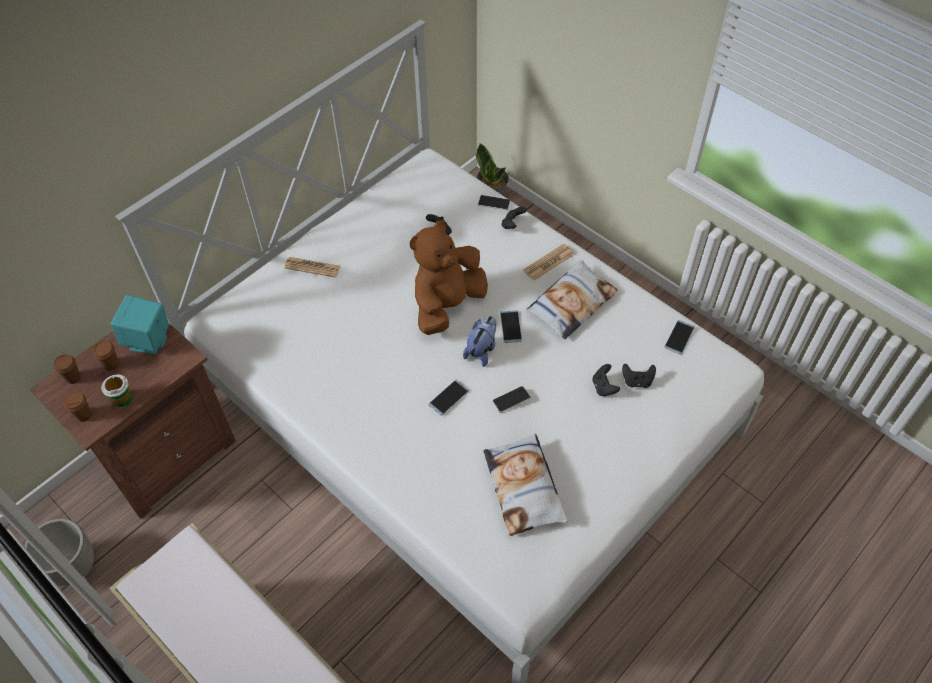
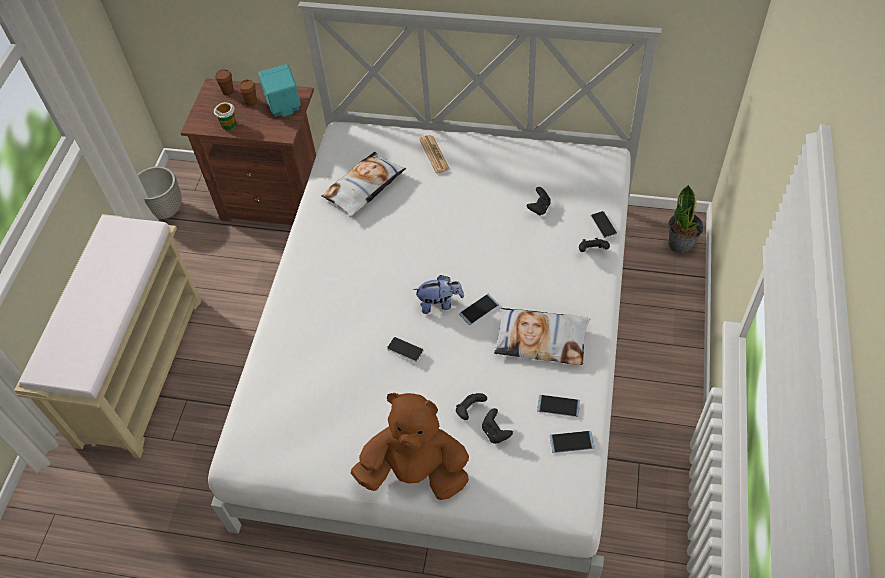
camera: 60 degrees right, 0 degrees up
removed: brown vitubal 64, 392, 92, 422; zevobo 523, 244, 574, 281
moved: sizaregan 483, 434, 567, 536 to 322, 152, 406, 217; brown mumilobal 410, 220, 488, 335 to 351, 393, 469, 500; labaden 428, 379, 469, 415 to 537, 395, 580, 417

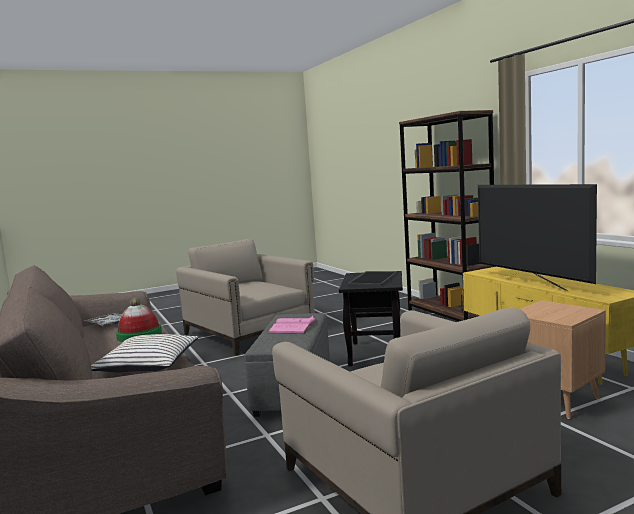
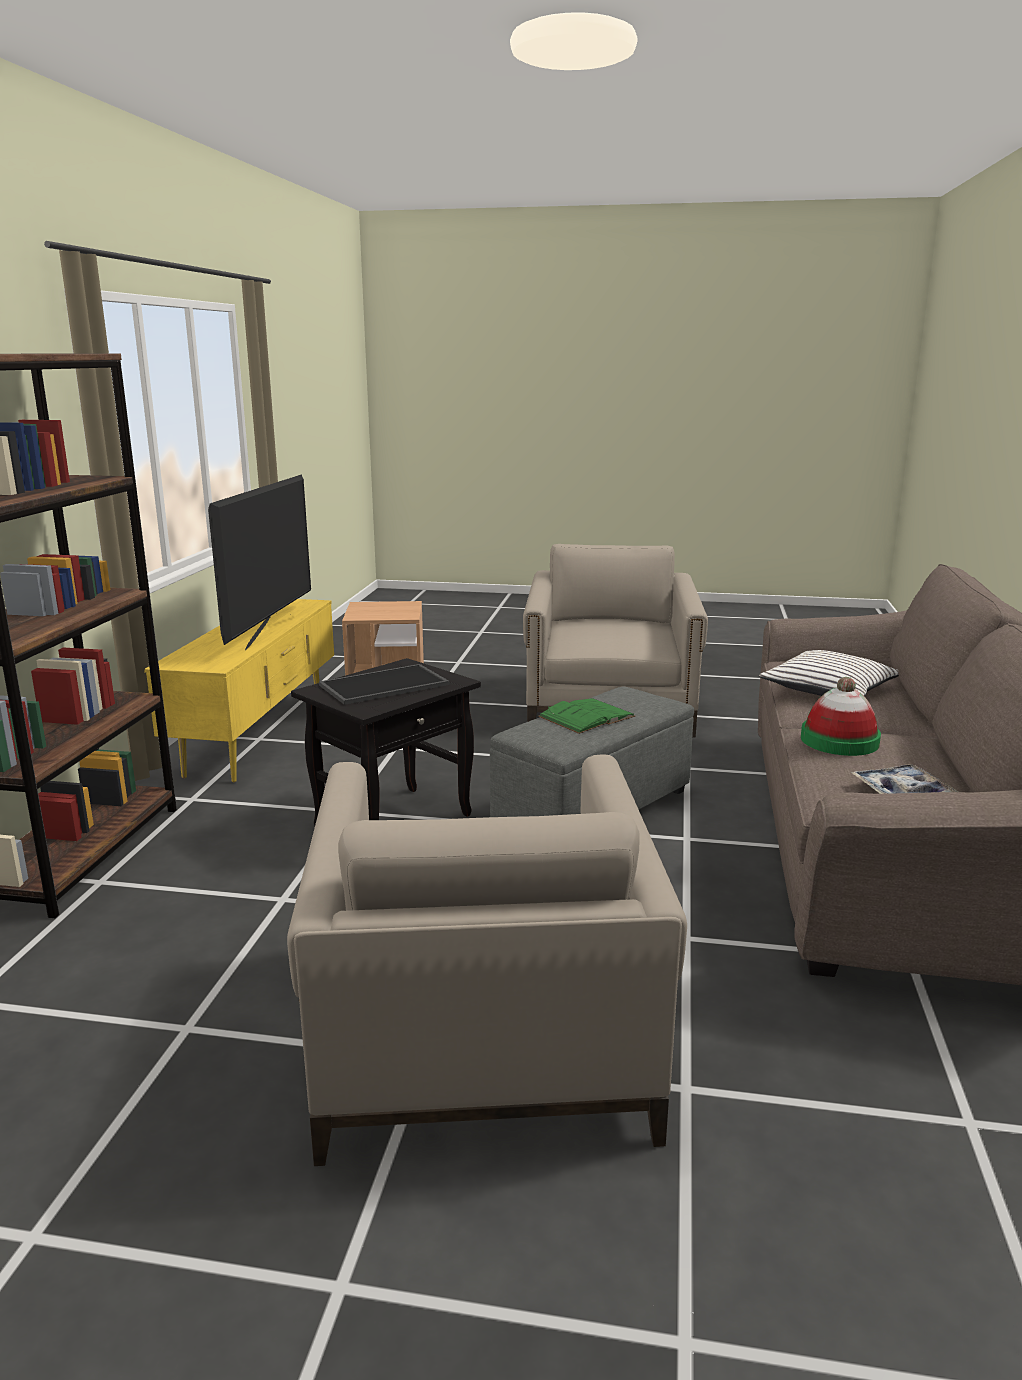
camera: 145 degrees left, 10 degrees up
recoloured: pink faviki 268, 316, 317, 334 to green faviki 538, 698, 635, 734

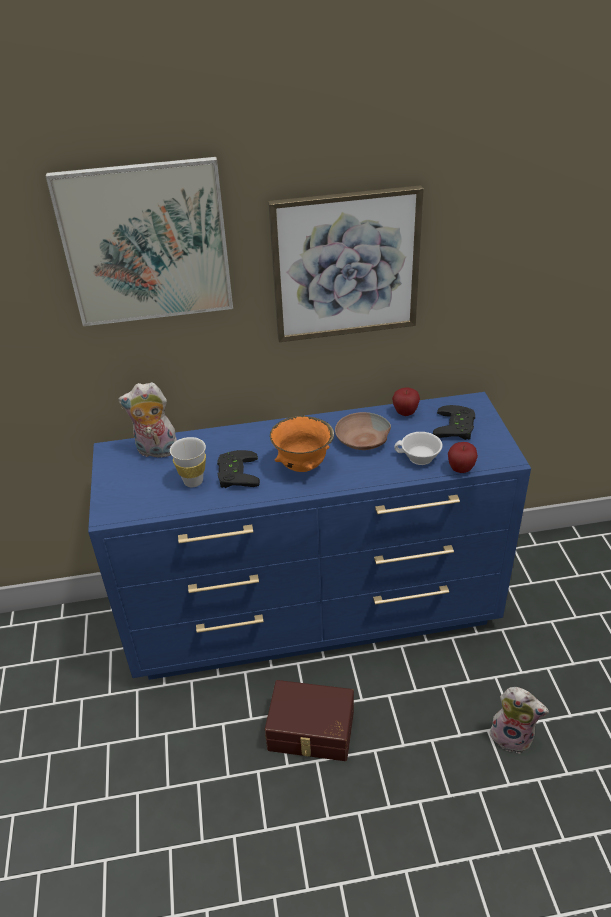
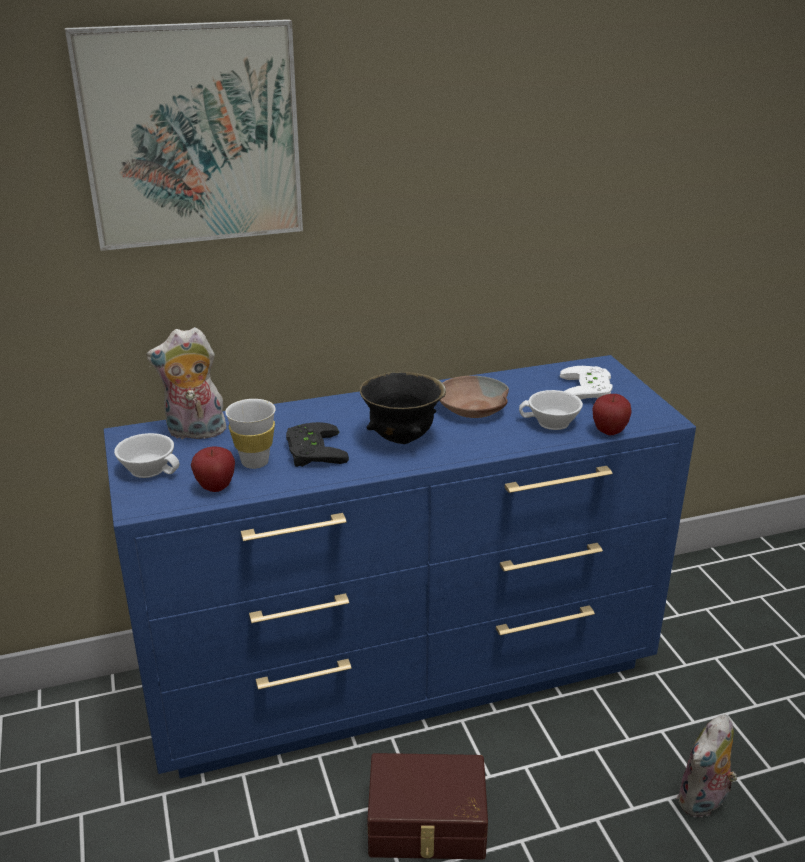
camera: 10 degrees left, 10 degrees down
removed: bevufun 268, 185, 424, 342
added: white vitubal 114, 433, 179, 478
moved: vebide 392, 387, 420, 416 to 191, 446, 235, 492
recoloured: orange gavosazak 270, 416, 334, 472 to black gavosazak 359, 372, 446, 444; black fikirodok 433, 405, 475, 440 to white fikirodok 560, 366, 613, 400
turned: mumilobal 488, 687, 549, 754 = 676, 714, 737, 819 120 degrees clockwise

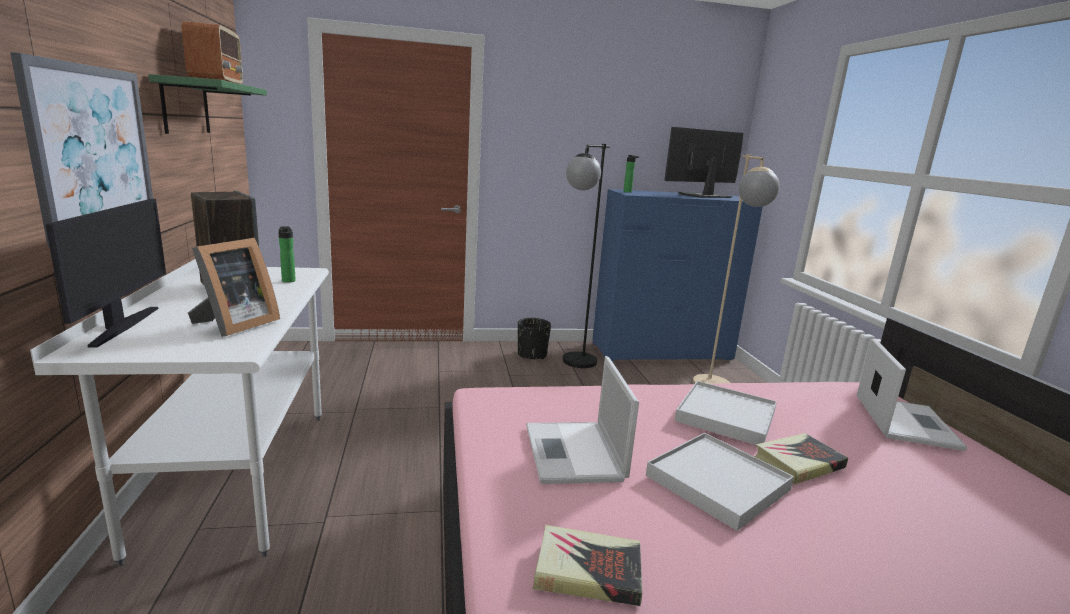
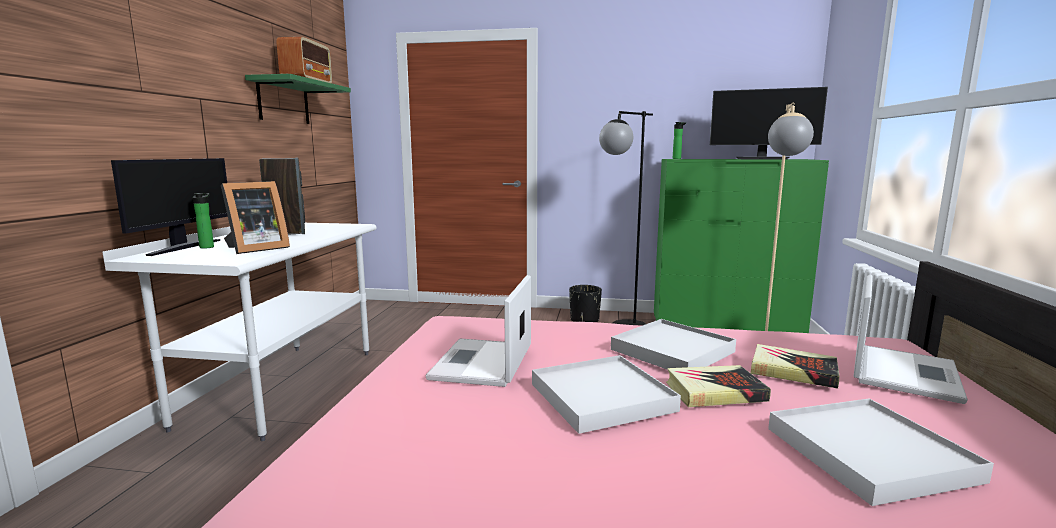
camera: 20 degrees right, 5 degrees down
removed: bevufun 10, 52, 153, 247
added: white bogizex 768, 398, 994, 506
moved: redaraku 278, 226, 296, 283 to 193, 193, 214, 249; faviki 533, 525, 642, 606 to 750, 344, 840, 389
recoloured: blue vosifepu 592, 189, 763, 361 to green vosifepu 654, 159, 829, 333
turned: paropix 664, 127, 743, 198 = 710, 87, 828, 160 150 degrees counterclockwise

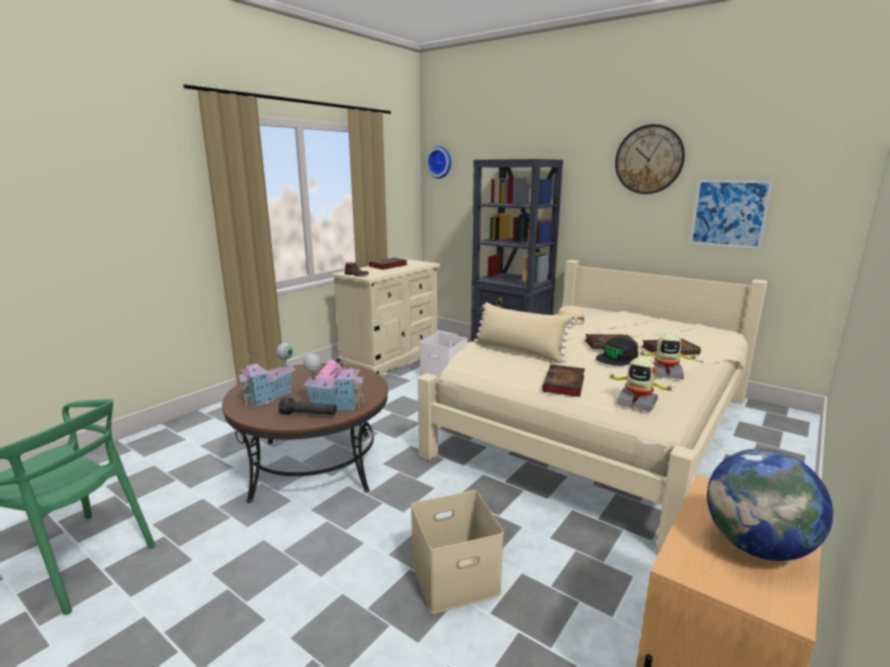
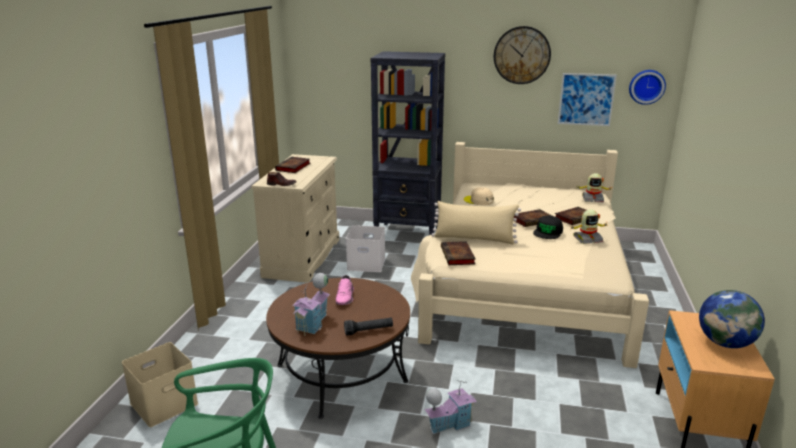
camera: 25 degrees left, 5 degrees up
moved: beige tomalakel 411, 490, 504, 614 to 122, 342, 198, 427; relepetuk 304, 351, 364, 410 to 425, 380, 477, 434; faviki 542, 364, 585, 397 to 441, 241, 475, 265; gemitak 609, 357, 673, 412 to 576, 173, 612, 202; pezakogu 426, 146, 451, 179 to 629, 70, 666, 105

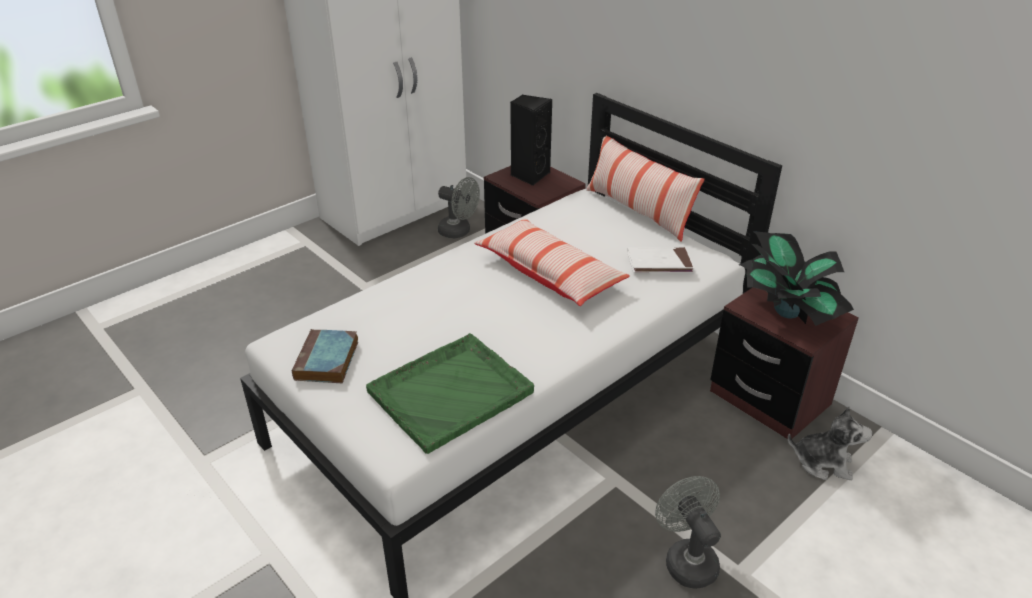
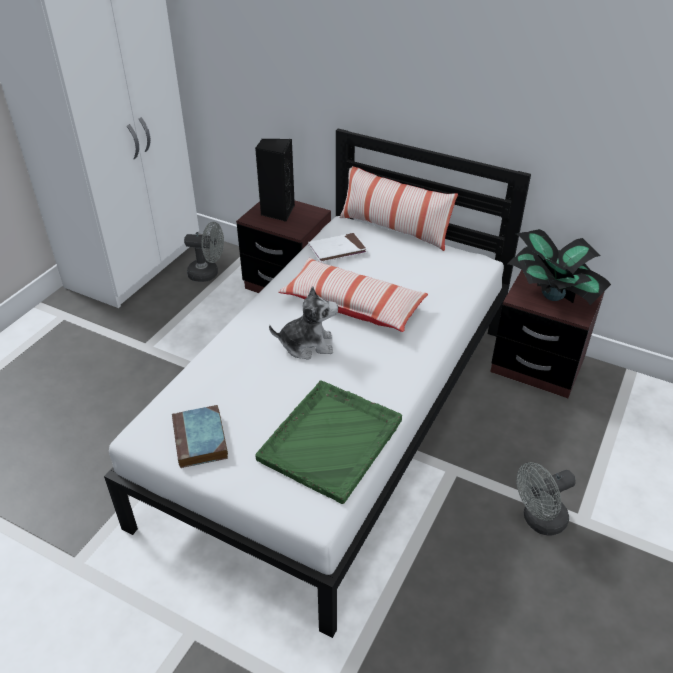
camera: 20 degrees left, 5 degrees up
moved: mumilobal 788, 406, 873, 480 to 269, 286, 338, 360; white faviki 627, 247, 694, 273 to 308, 233, 367, 262
turned: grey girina 655, 476, 721, 589 = 517, 462, 576, 536 75 degrees counterclockwise

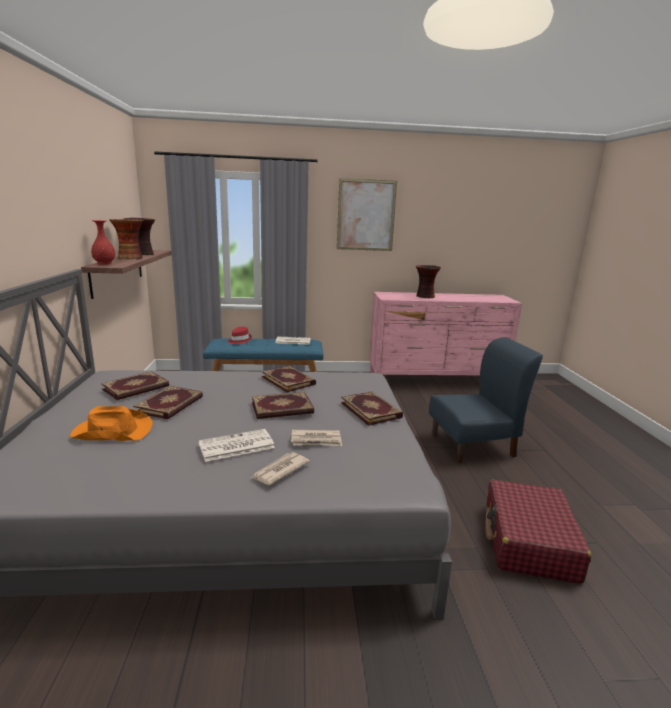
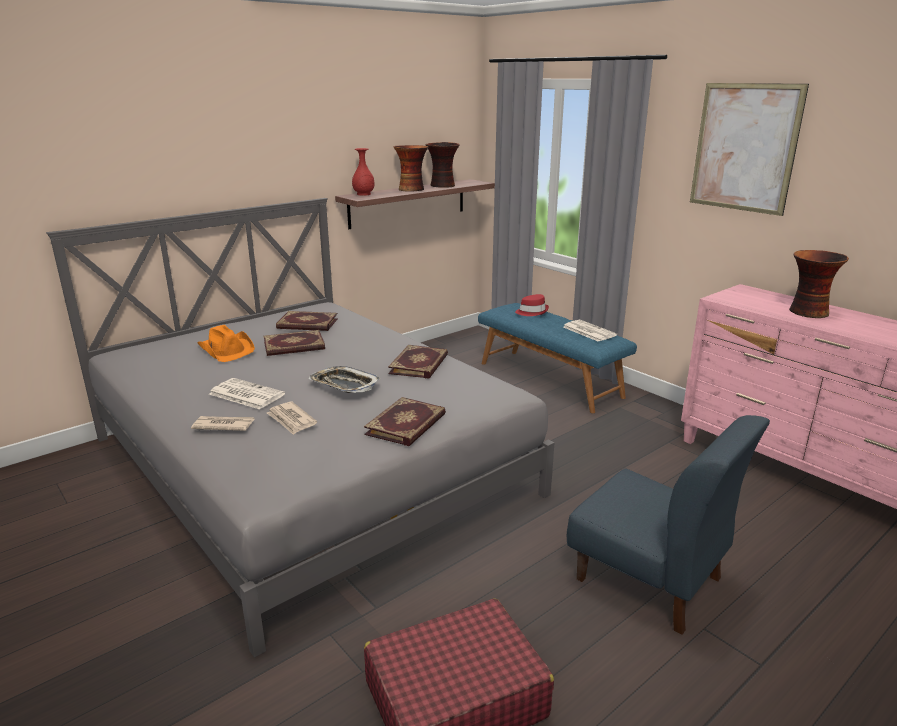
camera: 55 degrees right, 5 degrees up
replaced: faviki 252, 392, 314, 419 to bogizex 308, 366, 380, 393

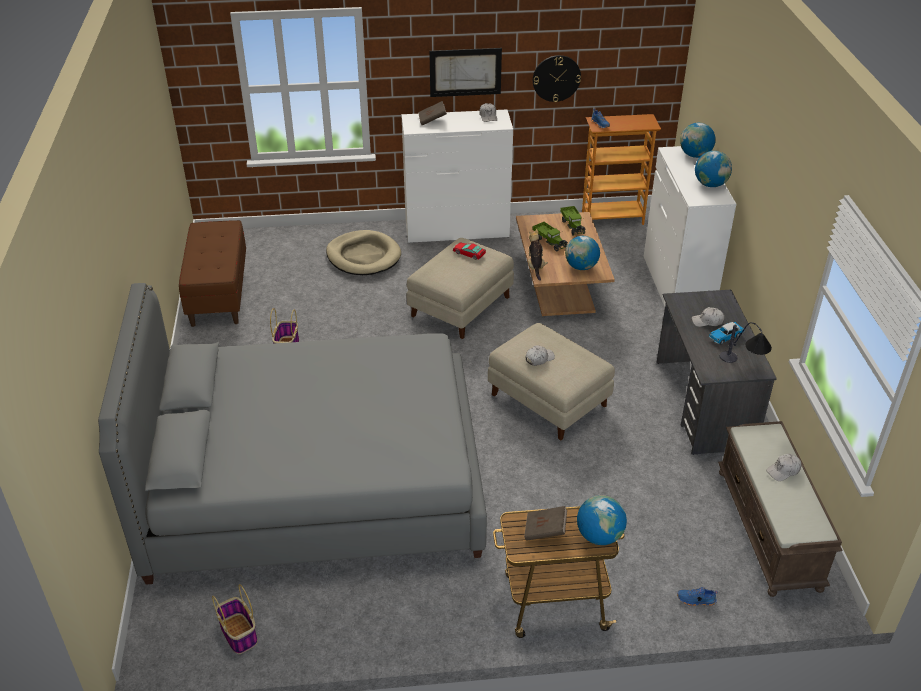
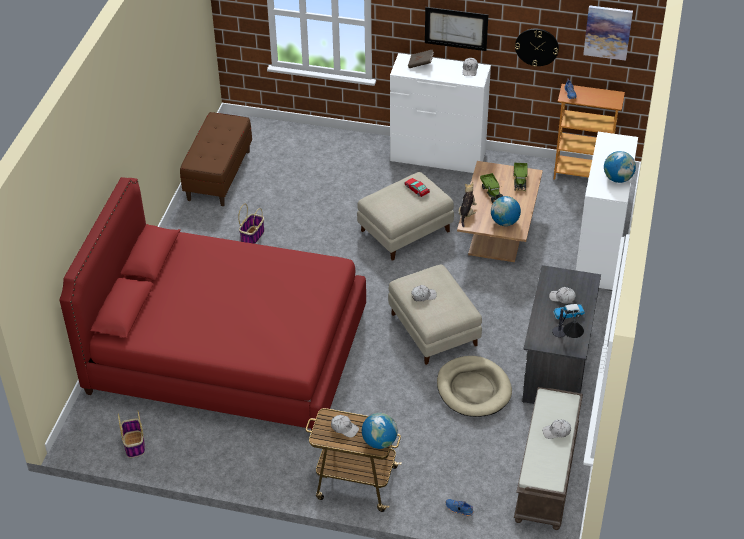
camera: 20 degrees right, 5 degrees up
removed: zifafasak 680, 122, 716, 158
added: bevufun 583, 5, 633, 61
moved: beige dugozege 326, 230, 401, 275 to 437, 356, 512, 417
replaced: brown faviki 524, 506, 567, 541 to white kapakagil 331, 415, 359, 438
recoloured: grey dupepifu 98, 283, 487, 585 to red dupepifu 60, 177, 366, 430

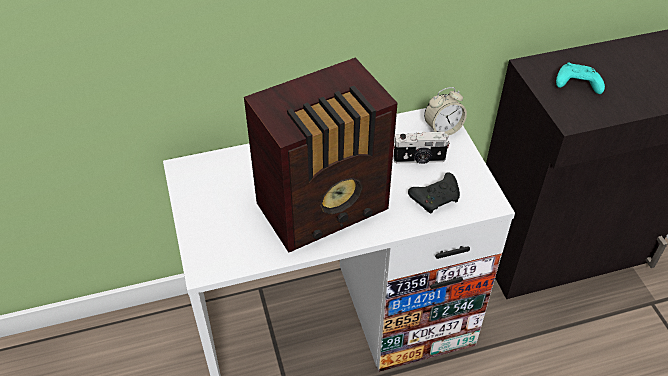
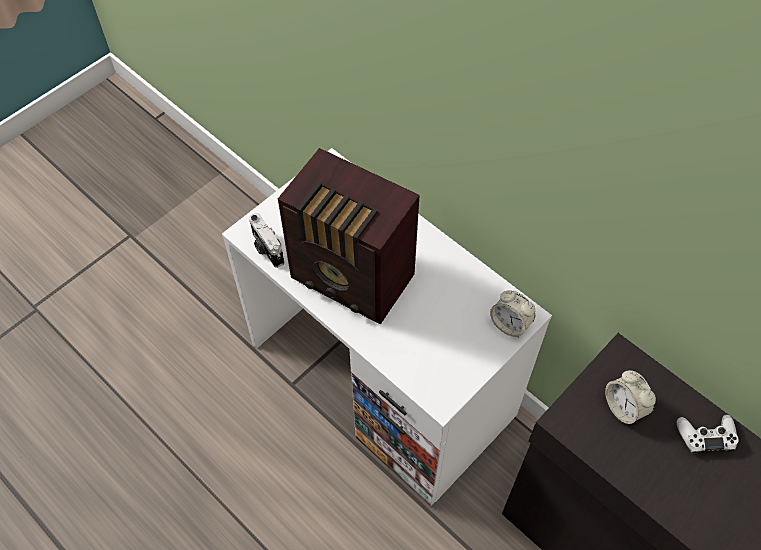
camera: 60 degrees right, 10 degrees up
removed: black fikirodok 408, 173, 460, 213
added: white fikirodok 677, 415, 739, 454
moved: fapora 393, 131, 450, 164 to 249, 213, 284, 268
replaced: turquoise fikirodok 556, 63, 605, 94 to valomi 605, 370, 656, 424

